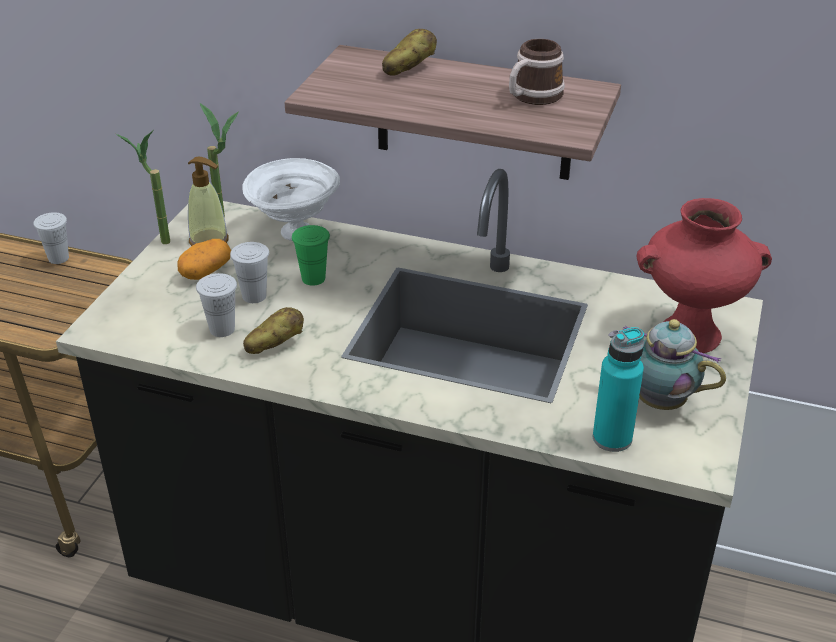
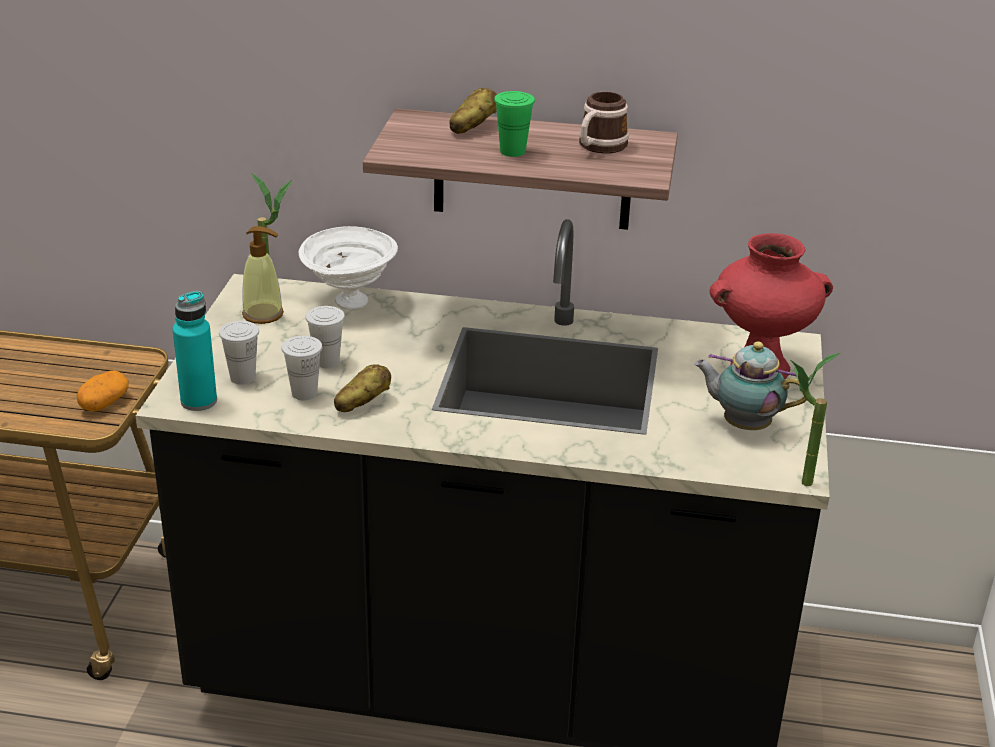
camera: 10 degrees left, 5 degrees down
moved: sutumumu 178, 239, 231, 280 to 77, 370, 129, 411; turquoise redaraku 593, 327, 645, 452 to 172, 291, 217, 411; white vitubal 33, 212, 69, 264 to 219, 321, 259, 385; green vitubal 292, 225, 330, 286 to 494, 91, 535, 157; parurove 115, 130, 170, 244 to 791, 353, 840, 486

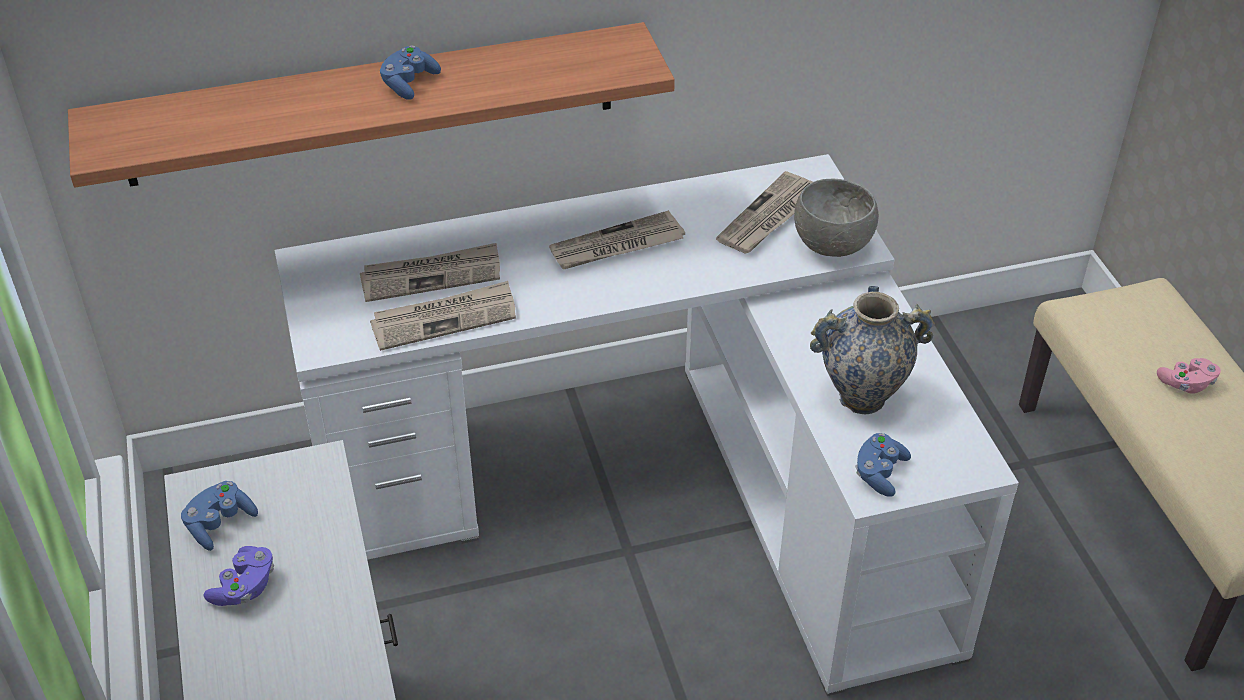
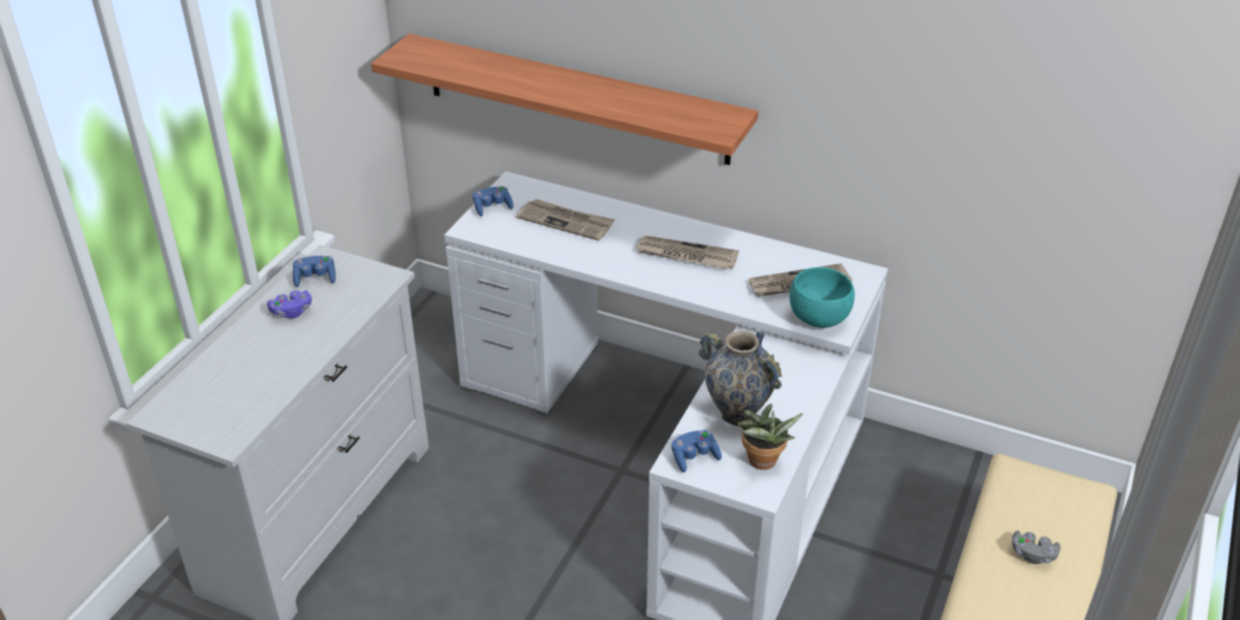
camera: 40 degrees right, 5 degrees down
removed: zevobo 370, 281, 516, 351
added: parurove 738, 404, 803, 470
moved: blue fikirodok 380, 46, 441, 100 to 473, 186, 513, 217
recoloured: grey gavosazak 794, 179, 879, 257 to turquoise gavosazak 790, 267, 855, 328; pink fikirodok 1157, 358, 1221, 394 to grey fikirodok 1012, 531, 1060, 564

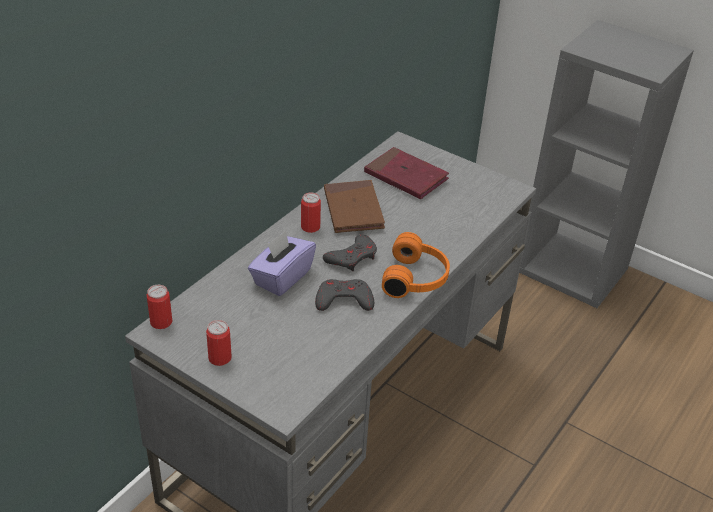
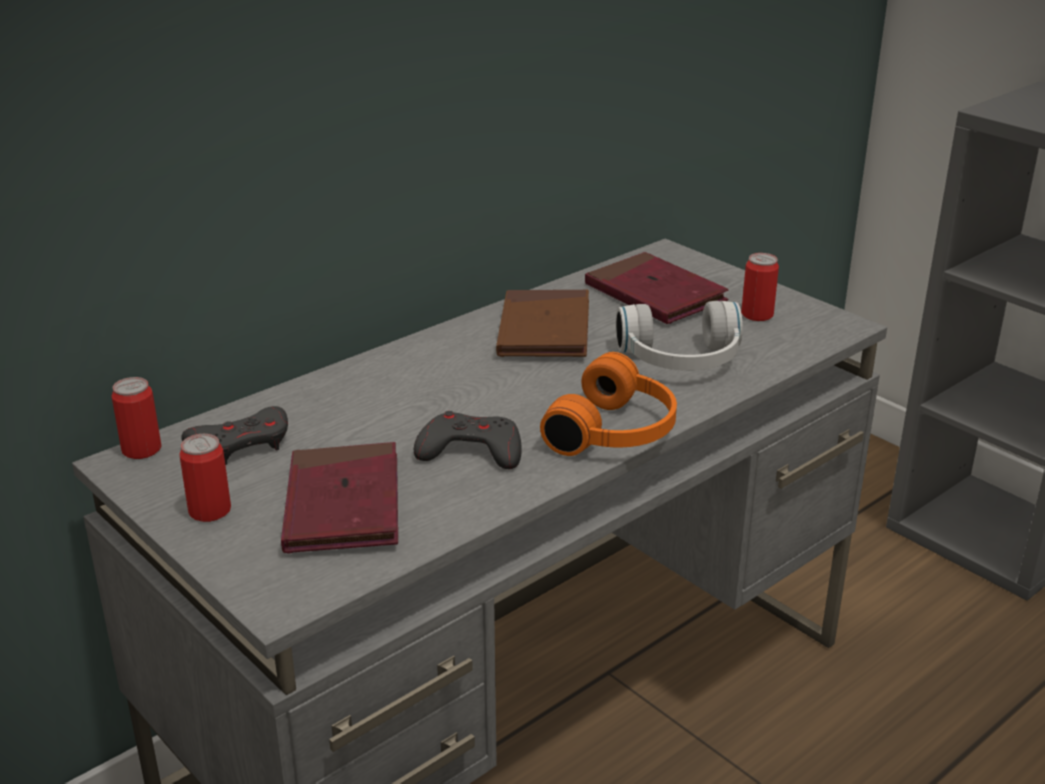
camera: 15 degrees right, 10 degrees down
removed: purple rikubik 248, 230, 316, 296
added: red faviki 281, 442, 398, 554; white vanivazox 616, 301, 743, 371
moved: grey fikirodok 323, 235, 377, 271 to 182, 406, 288, 465; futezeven 301, 192, 321, 233 to 741, 253, 779, 321

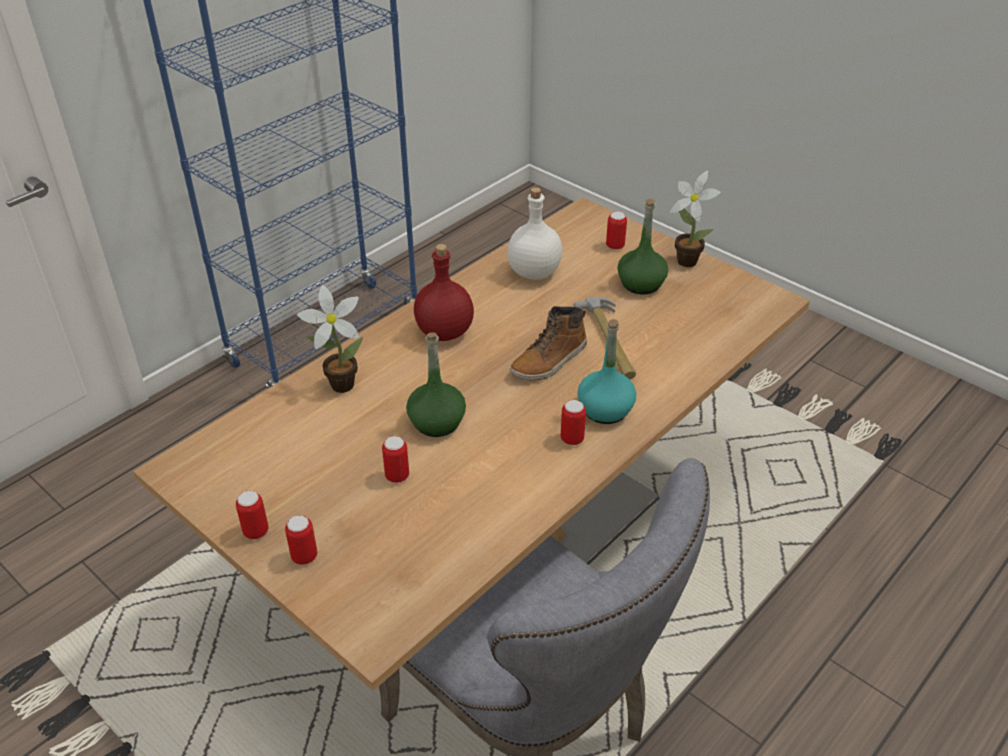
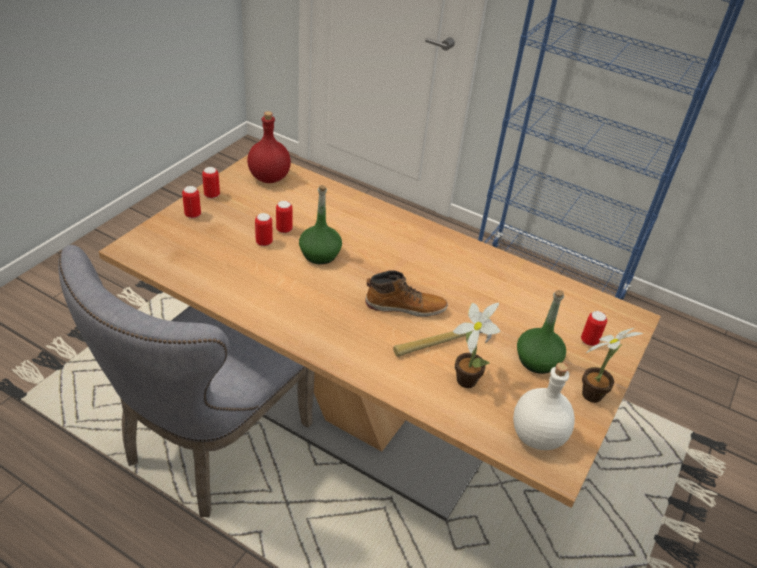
camera: 75 degrees right, 0 degrees up
removed: turquoise redaraku 577, 319, 636, 424
moved: red redaraku 414, 244, 474, 341 to 247, 111, 291, 183; futezeven 561, 400, 586, 445 to 276, 201, 293, 233; parurove 297, 285, 363, 393 to 453, 303, 500, 388; white redaraku 507, 187, 562, 280 to 513, 363, 575, 450
turned: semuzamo 510, 306, 587, 380 = 365, 271, 448, 317 150 degrees clockwise

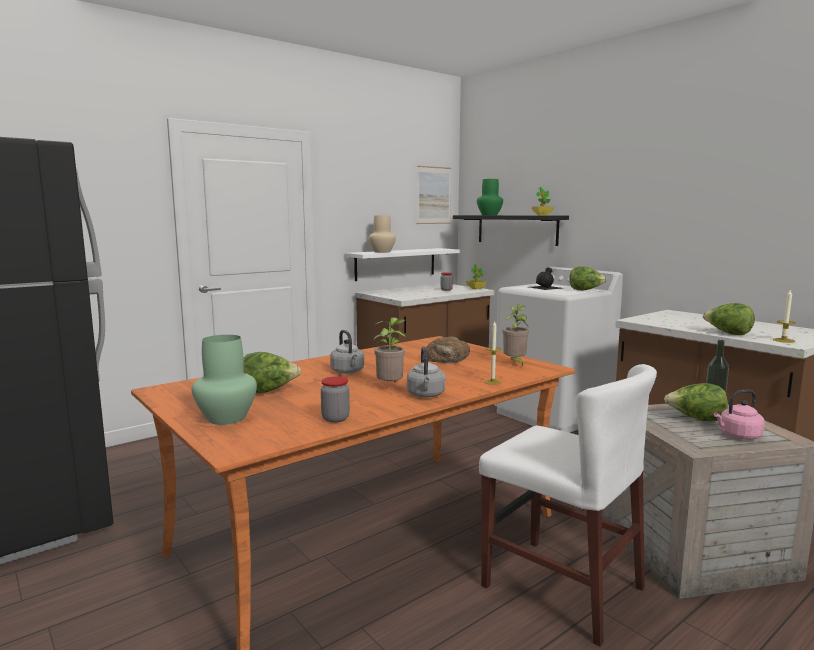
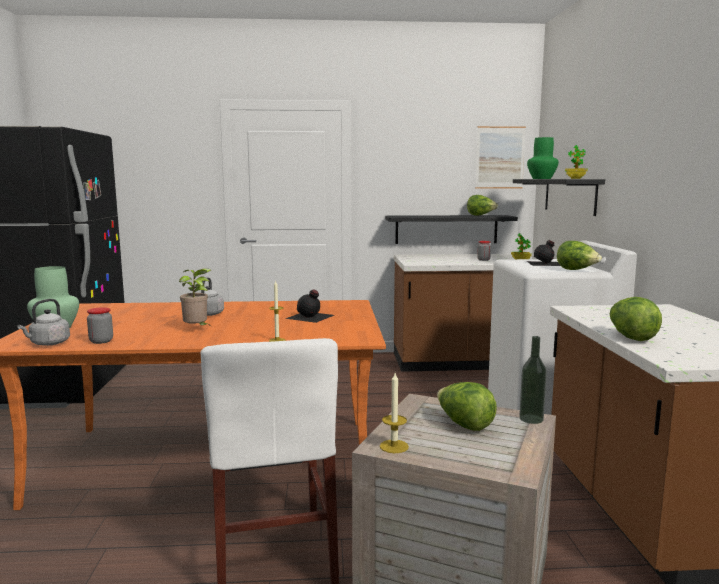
camera: 35 degrees right, 0 degrees up
removed: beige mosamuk 369, 215, 396, 253; parurove 503, 304, 529, 366; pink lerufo 714, 390, 765, 440
moved: grey lerufo 407, 347, 445, 398 to 17, 299, 70, 346; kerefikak 773, 289, 796, 343 to 380, 373, 409, 453; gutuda 243, 352, 301, 394 to 467, 195, 498, 216
replaced: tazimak 426, 336, 470, 363 to black redaraku 285, 289, 334, 323
recoloured: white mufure 345, 248, 460, 281 to black mufure 385, 215, 518, 244

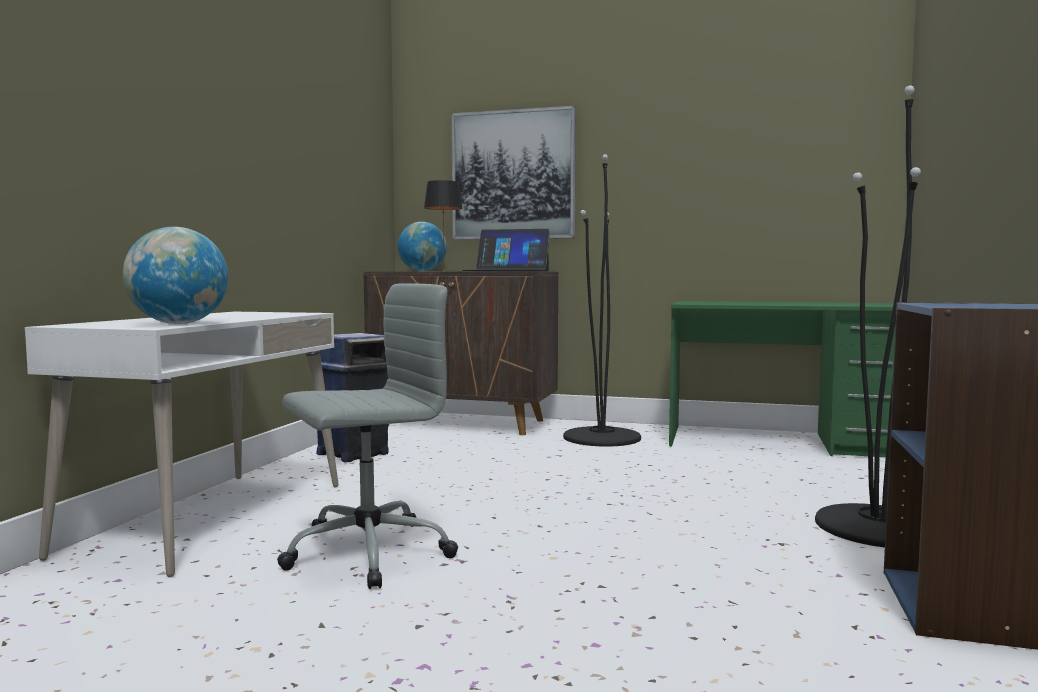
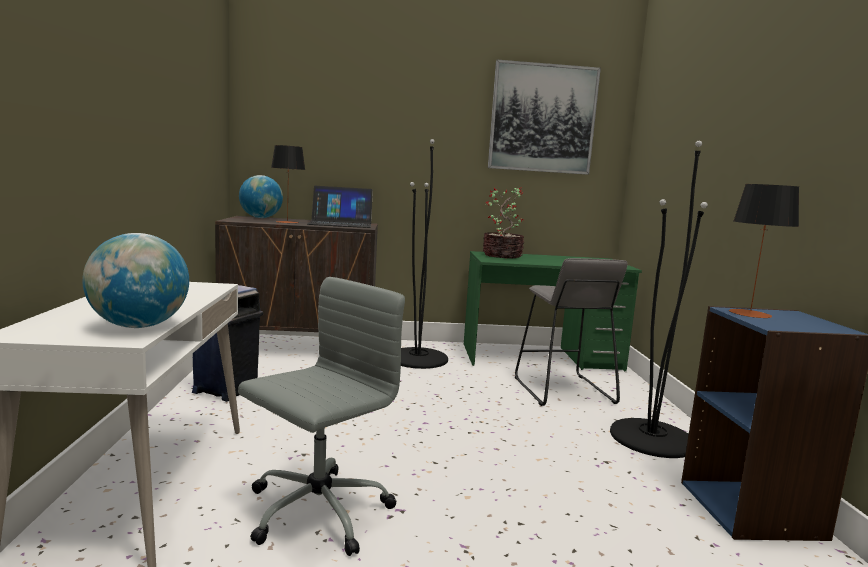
camera: 20 degrees left, 5 degrees up
added: parurove 483, 187, 525, 258; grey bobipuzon 515, 258, 627, 406; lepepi 729, 184, 799, 318
moved: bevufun 451, 106, 576, 240 to 488, 60, 601, 175

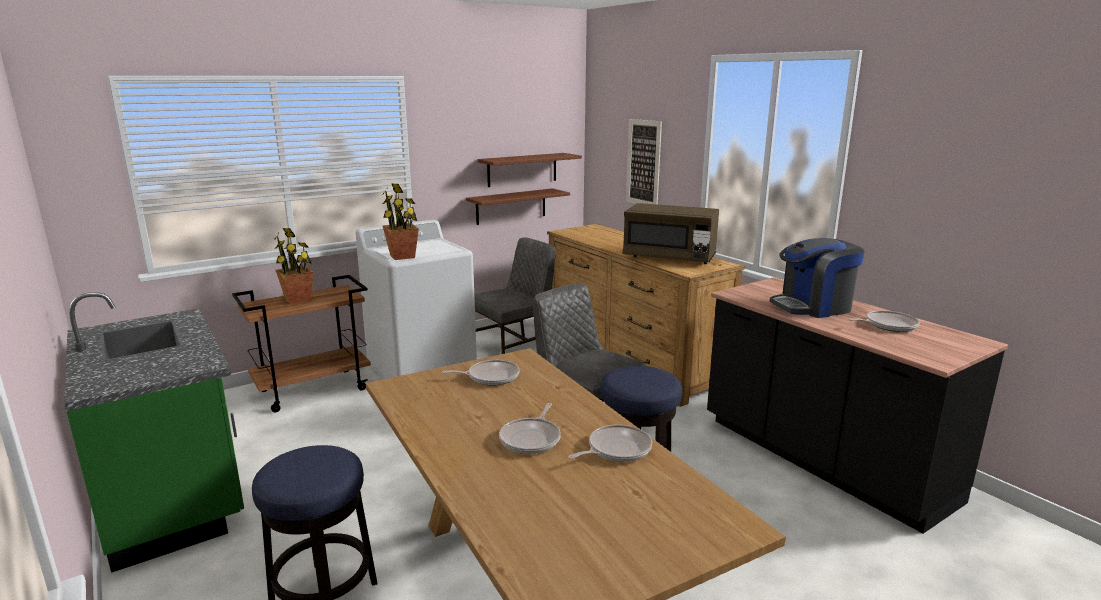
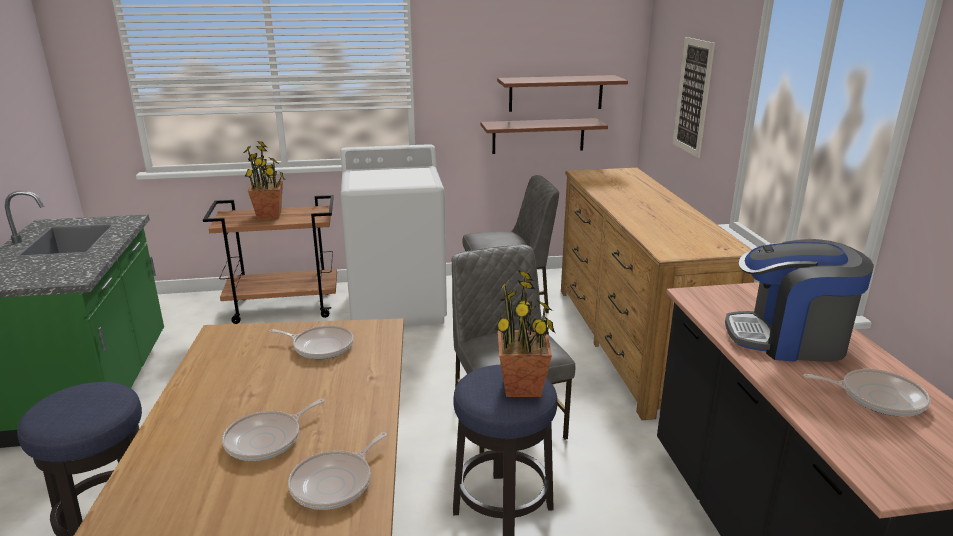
camera: 25 degrees right, 5 degrees up
removed: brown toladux 622, 203, 719, 264
moved: parurove 382, 183, 419, 260 to 494, 270, 555, 397
turned: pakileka 568, 424, 652, 462 = 288, 432, 387, 510 135 degrees clockwise

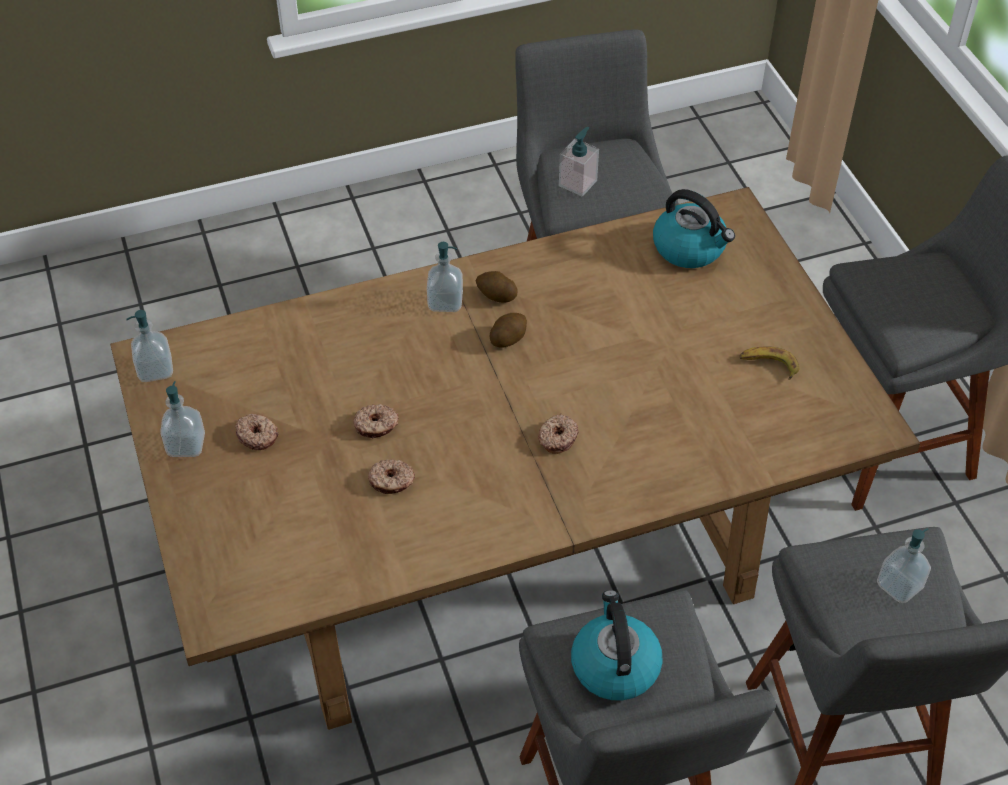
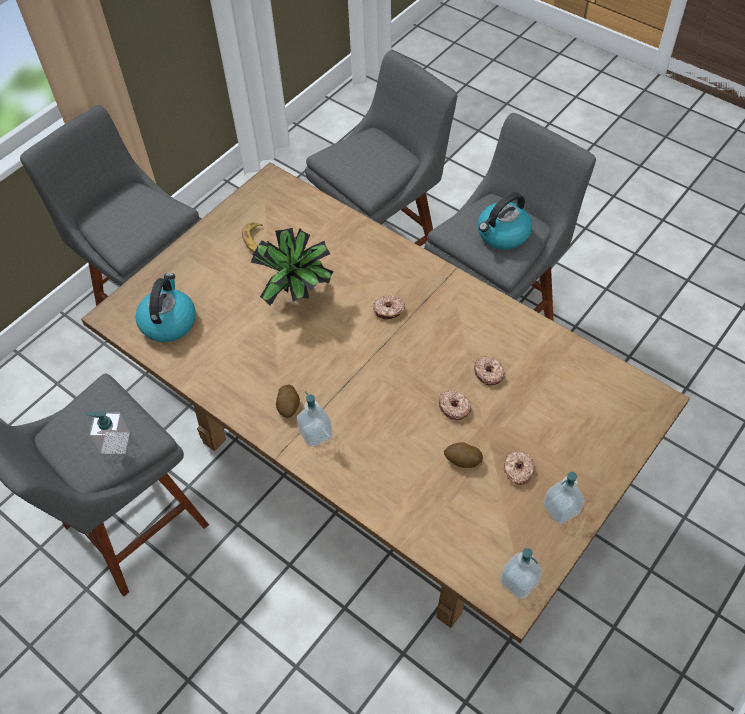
camera: 120 degrees left, 5 degrees up
removed: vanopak 877, 528, 931, 603
added: parurove 251, 228, 334, 305
moved: sutumumu 489, 313, 527, 347 to 444, 442, 483, 468

